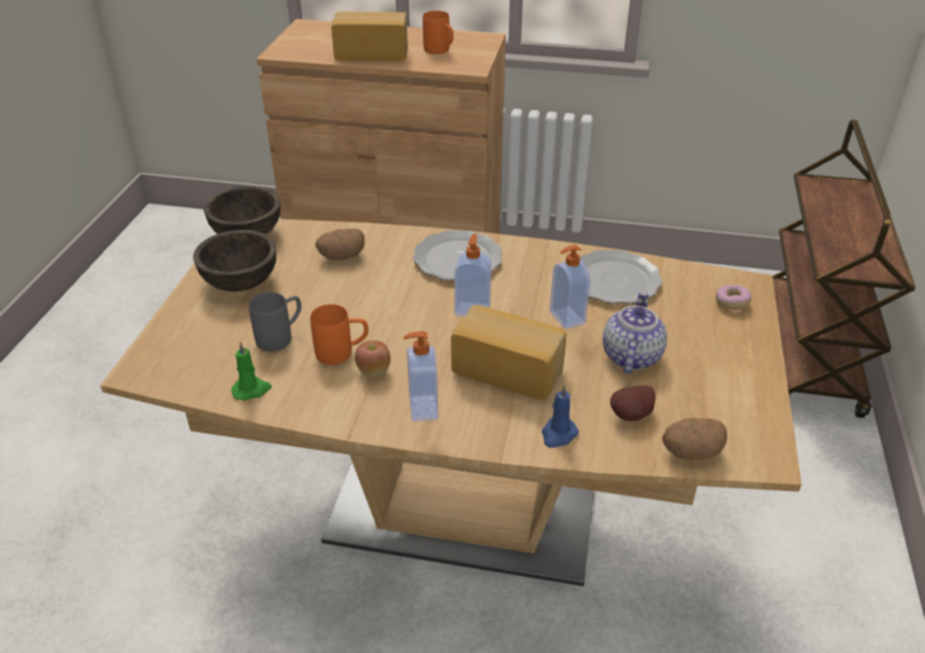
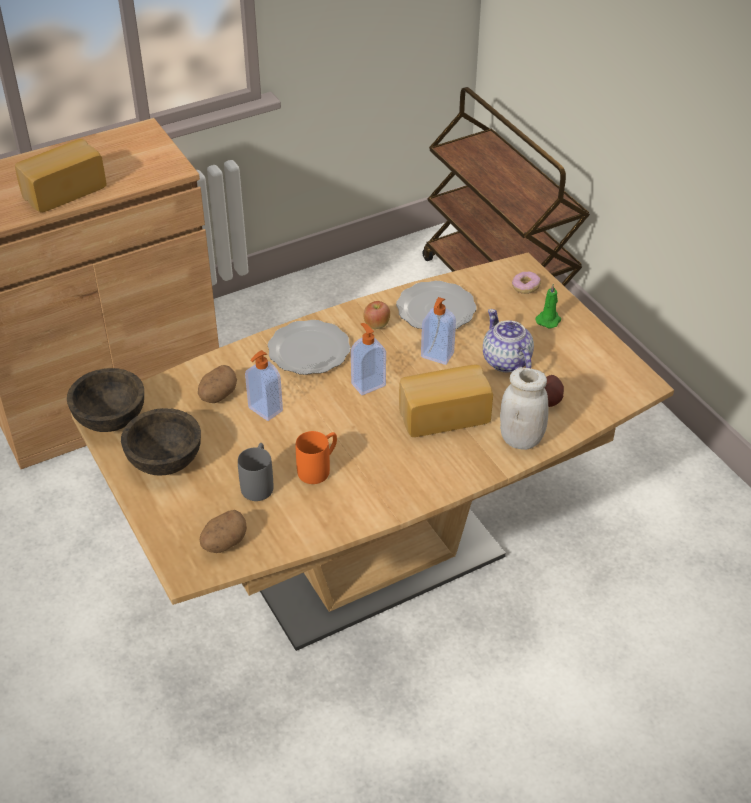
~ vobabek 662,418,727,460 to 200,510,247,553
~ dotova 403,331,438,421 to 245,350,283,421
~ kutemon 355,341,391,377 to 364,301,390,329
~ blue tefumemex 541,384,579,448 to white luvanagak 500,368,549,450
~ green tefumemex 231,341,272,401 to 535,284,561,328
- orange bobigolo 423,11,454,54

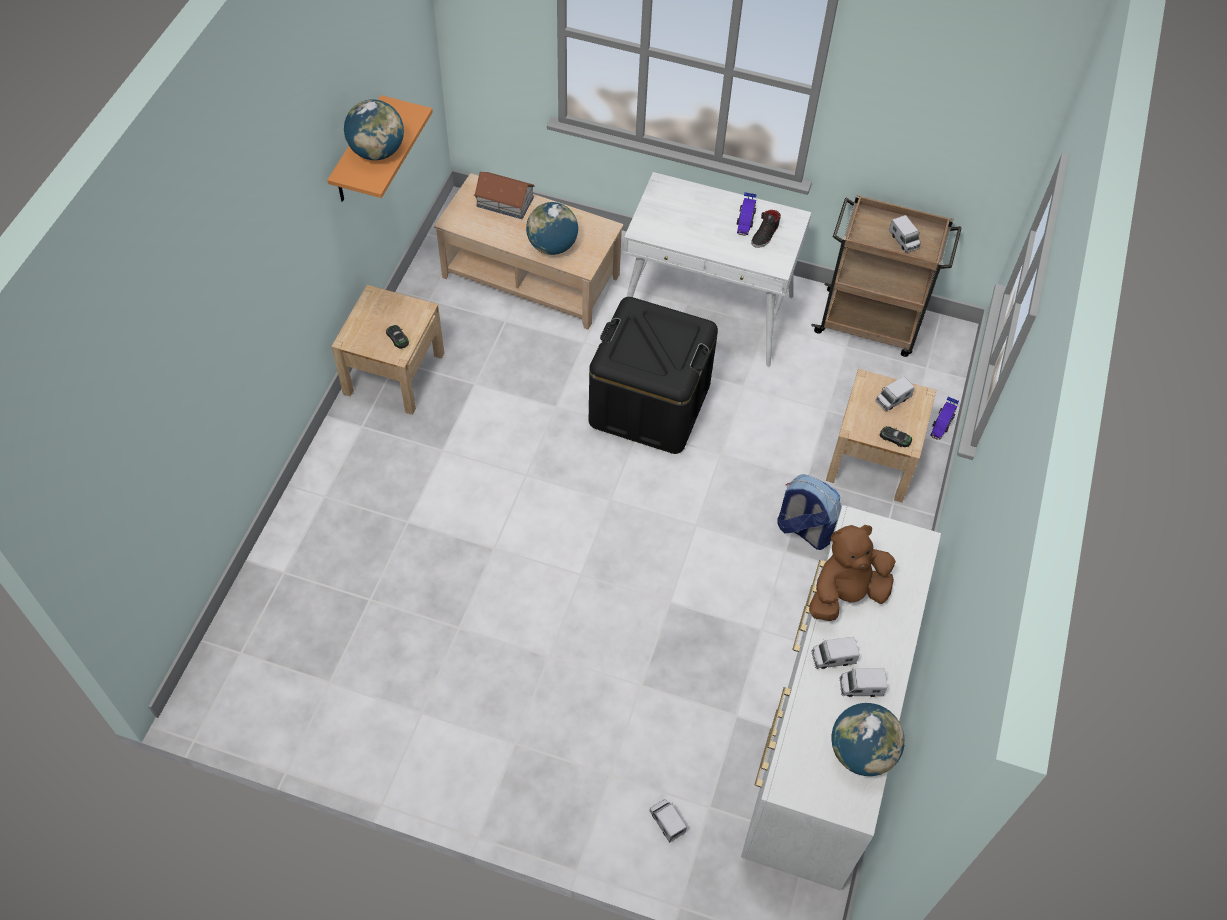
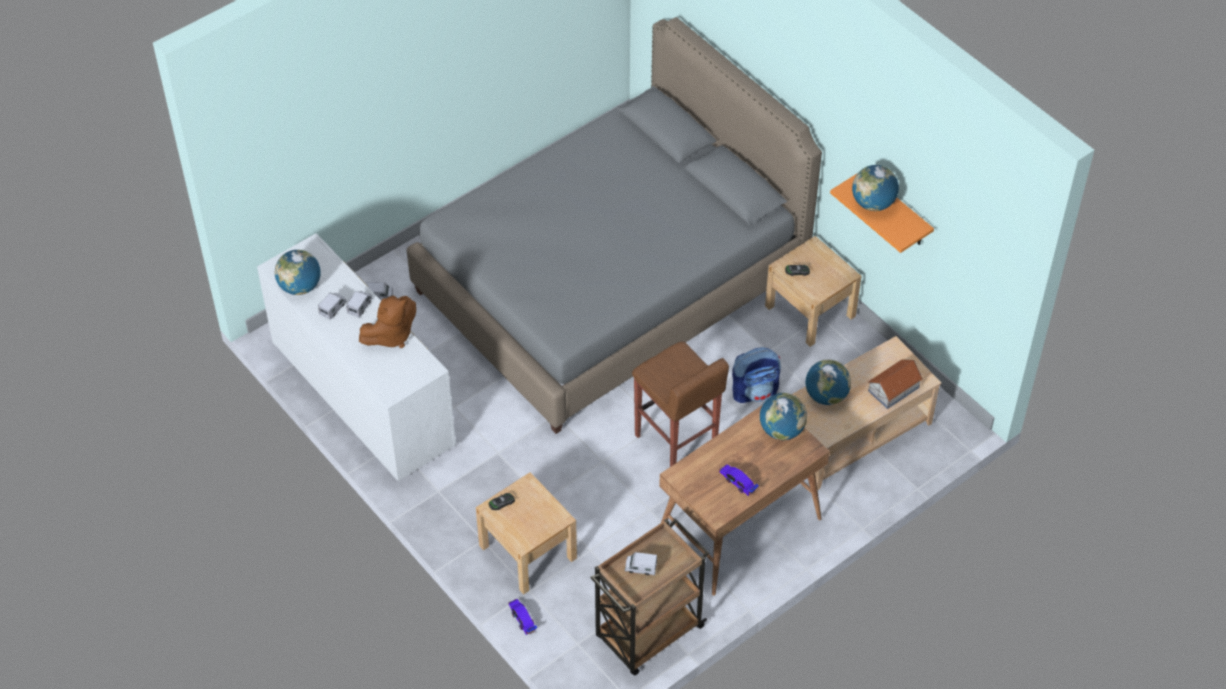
~ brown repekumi 809,525,896,621 = 359,296,416,348 45 degrees clockwise
+ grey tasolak 407,17,822,434
~ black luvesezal 589,297,718,454 to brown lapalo 632,341,729,467
~ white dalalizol 623,172,812,367 to brown dalalizol 659,406,830,596
~ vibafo 777,474,841,550 to 732,347,781,403
+ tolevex 760,393,807,440
- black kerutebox 751,210,781,248
- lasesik 876,376,915,411

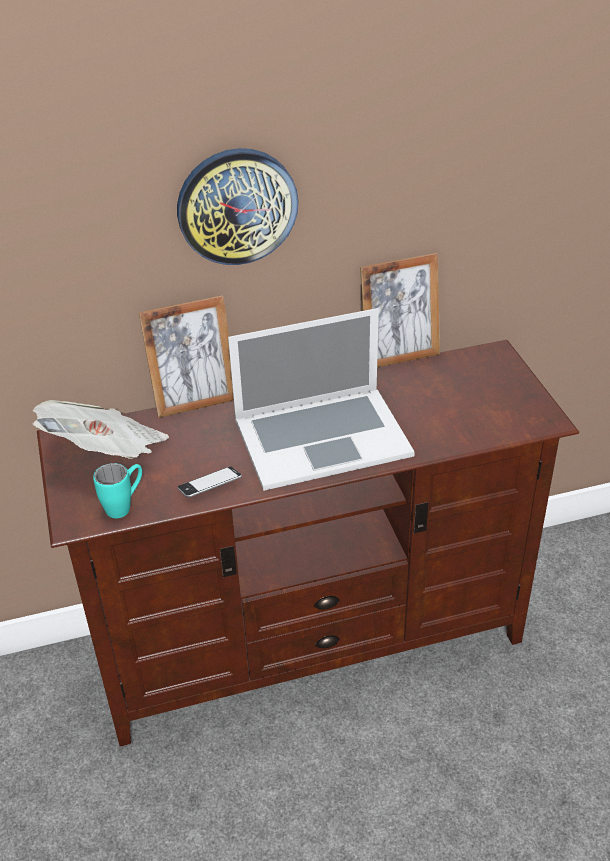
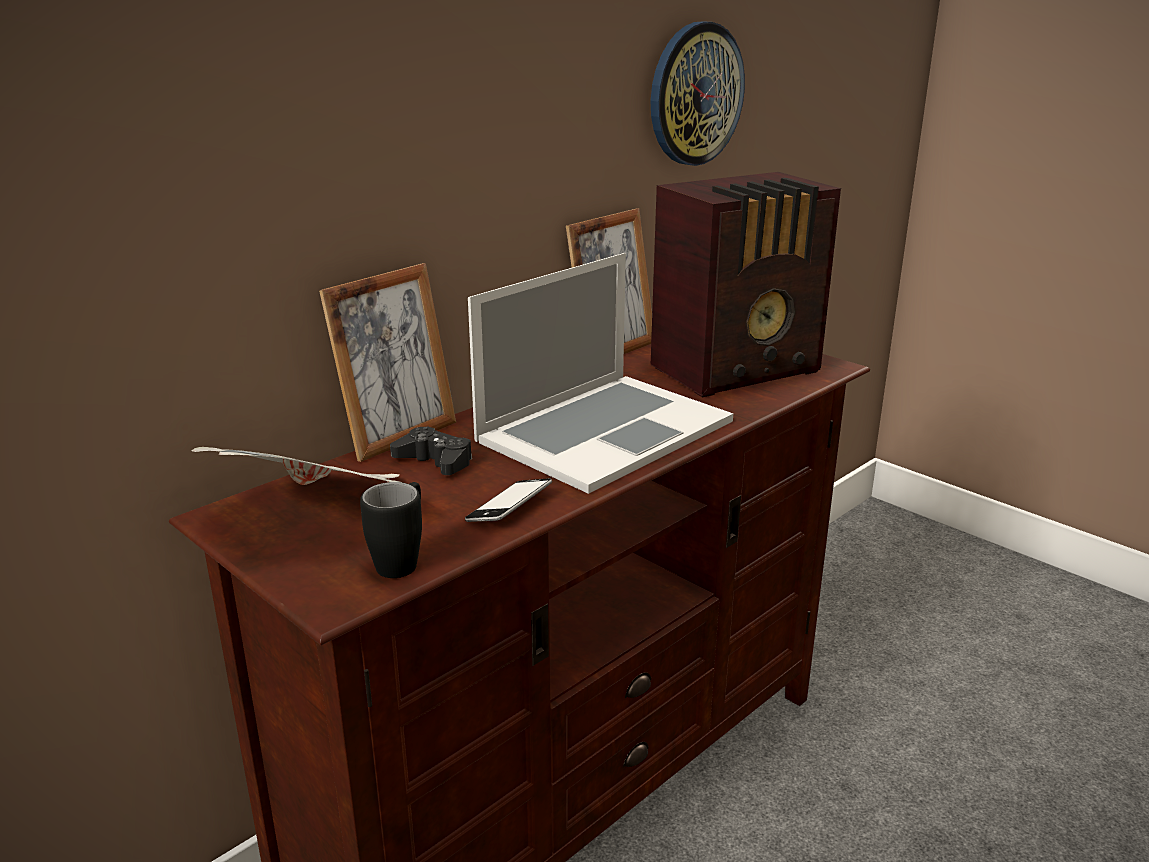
~ turquoise bobigolo 93,463,142,518 to black bobigolo 360,482,422,578
+ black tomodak 390,426,472,475
~ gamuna 177,148,298,265 to 651,21,745,166
+ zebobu 651,172,841,398

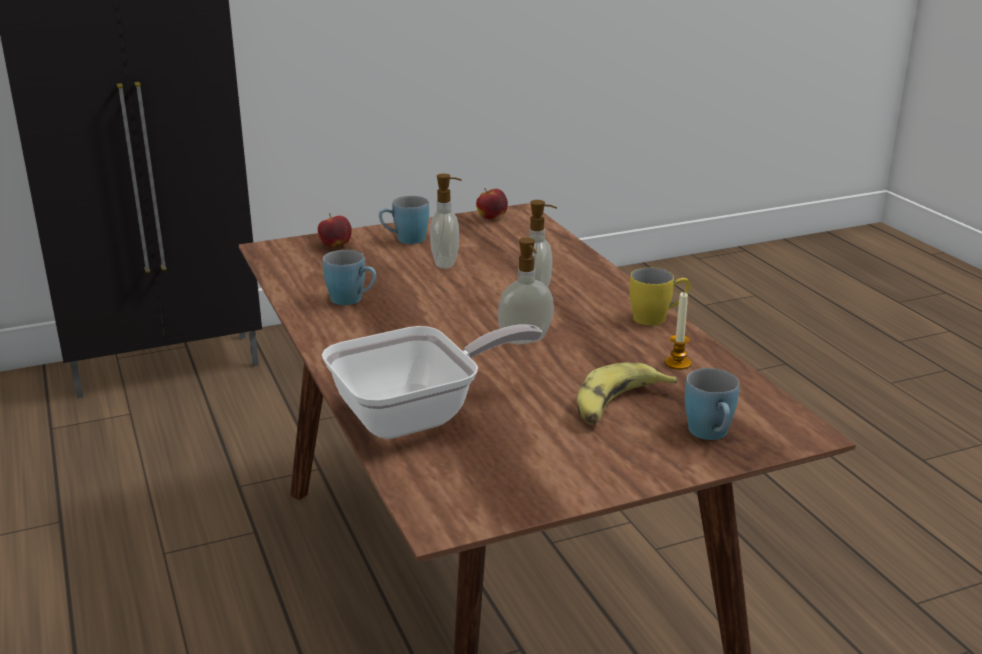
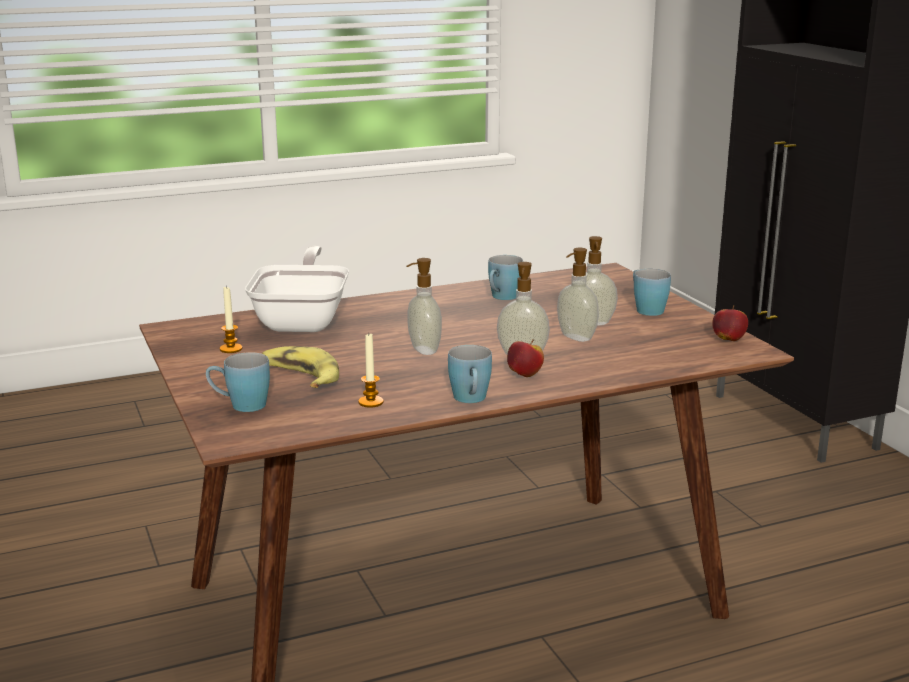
+ tefumemex 220,286,242,353
~ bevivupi 322,324,543,439 = 245,246,349,332 150 degrees counterclockwise
~ yellow bobigolo 630,268,690,326 to blue bobigolo 448,345,492,403
~ kutemon 318,213,352,247 to 507,339,544,377
+ dotova 557,248,599,342

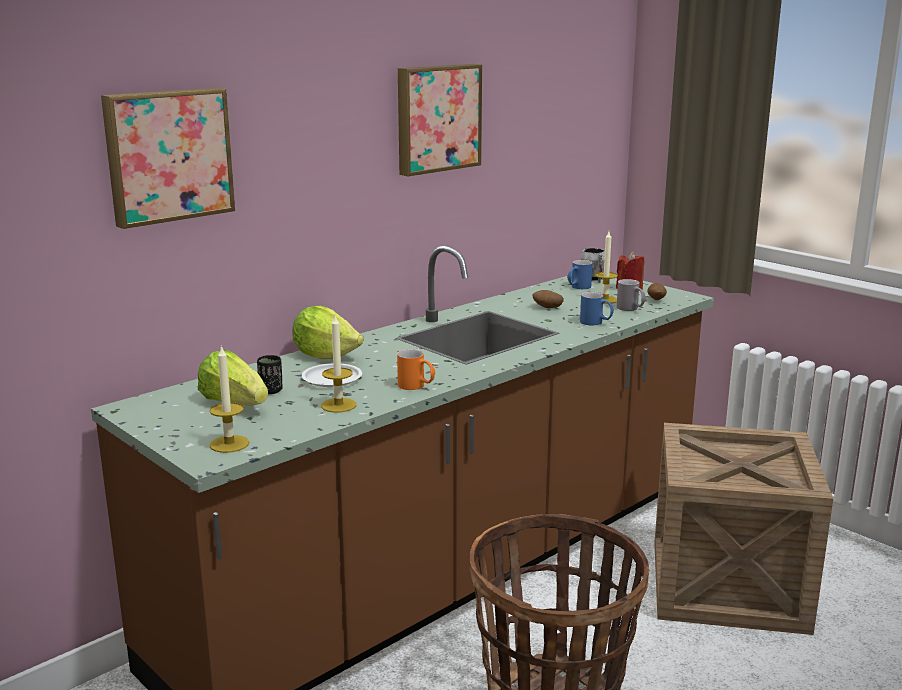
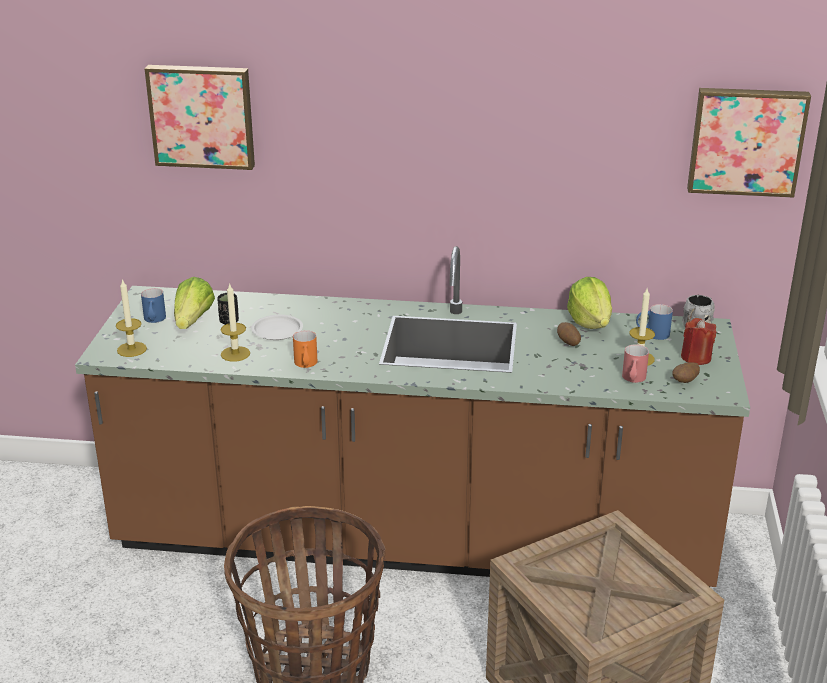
~ blue bobigolo 580,292,614,325 to 141,288,166,323
~ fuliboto 292,306,363,359 to 567,277,612,329
~ grey bobigolo 617,279,646,311 to red bobigolo 622,345,649,383
~ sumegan 398,64,482,176 to 687,88,811,198

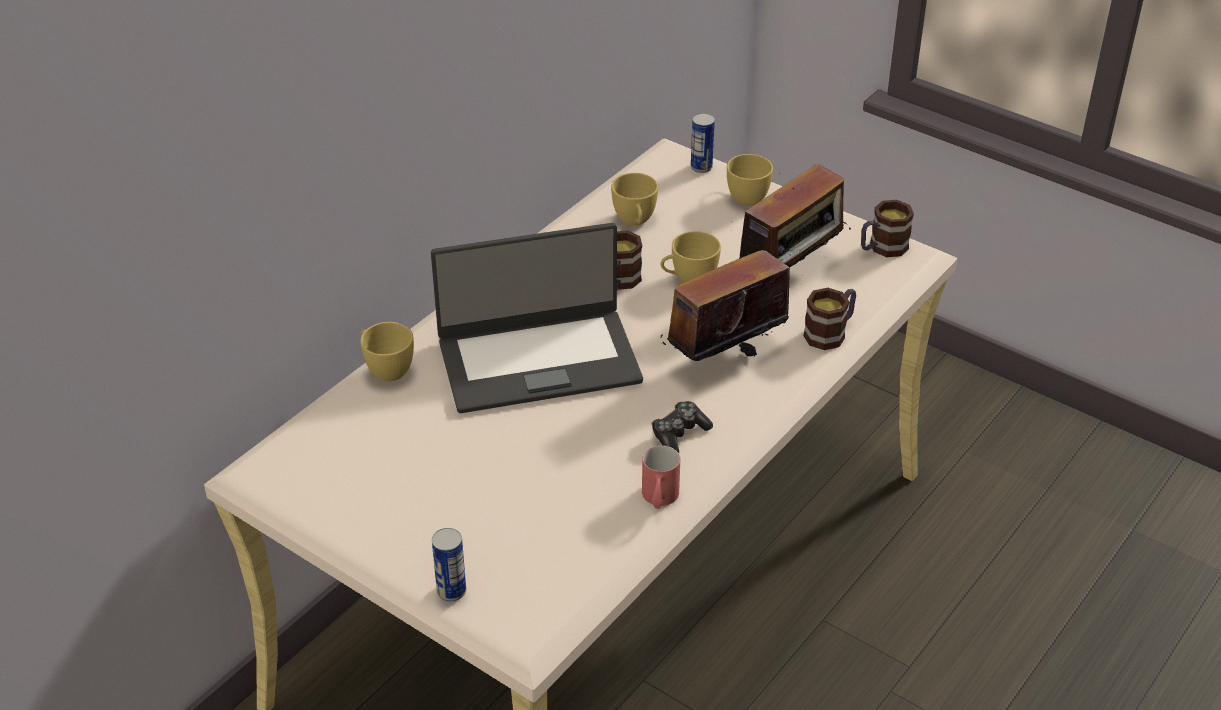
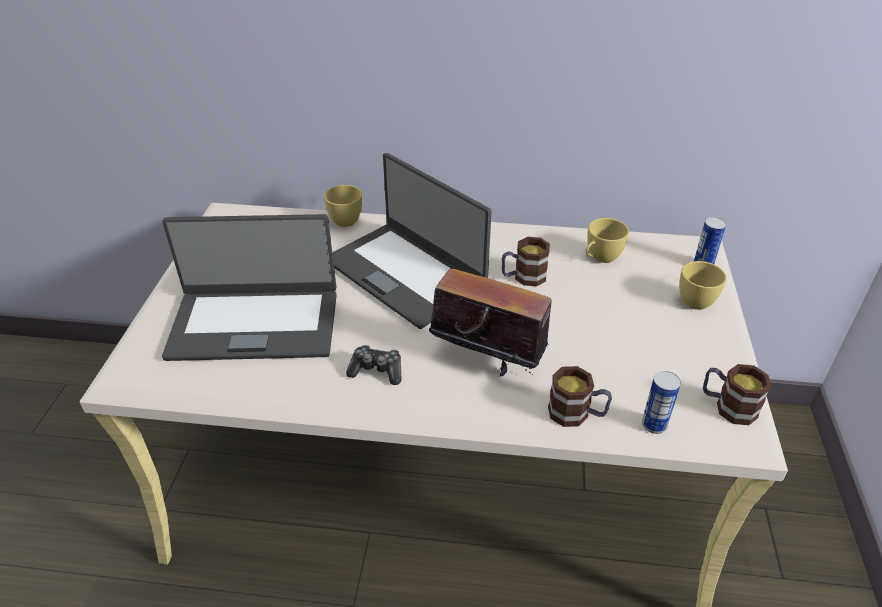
+ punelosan 162,214,337,361
~ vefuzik 432,528,466,602 to 642,371,681,434
- red bobigolo 642,445,680,509
- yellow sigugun 661,231,721,282
- zebobu 731,164,851,276

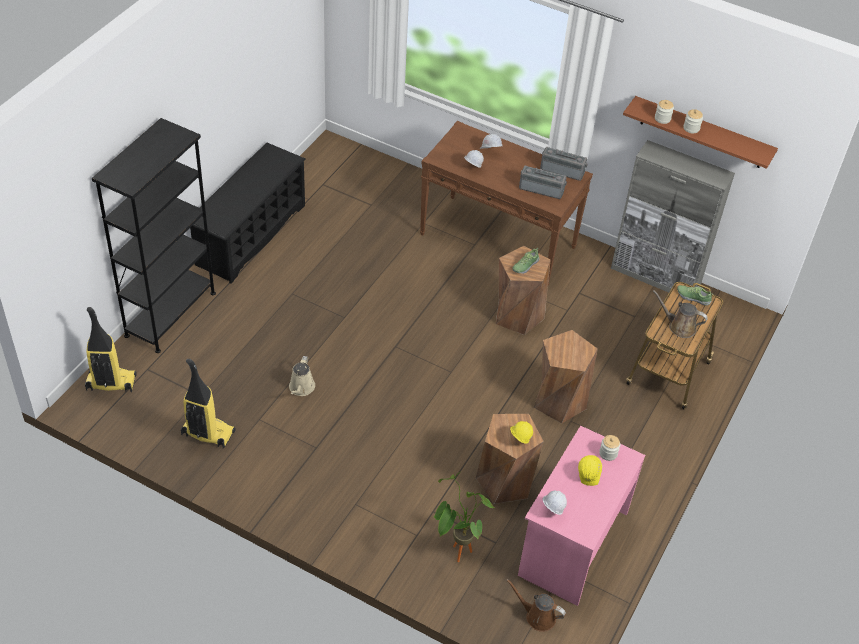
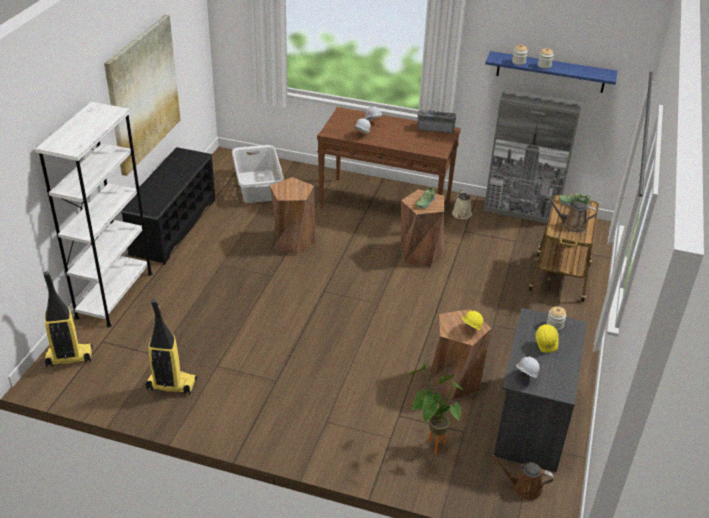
~ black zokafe 92,118,216,353 to white zokafe 35,102,152,328
+ sumegan 104,15,181,176
+ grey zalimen 232,145,284,203
~ brown lapalo 534,330,598,424 to 270,177,315,255
~ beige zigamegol 289,356,315,396 to 452,190,472,219
~ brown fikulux 623,96,778,169 to blue fikulux 485,51,618,93
~ pink dalalizol 518,426,645,606 to grey dalalizol 494,308,587,472
- zebobu 519,166,567,199

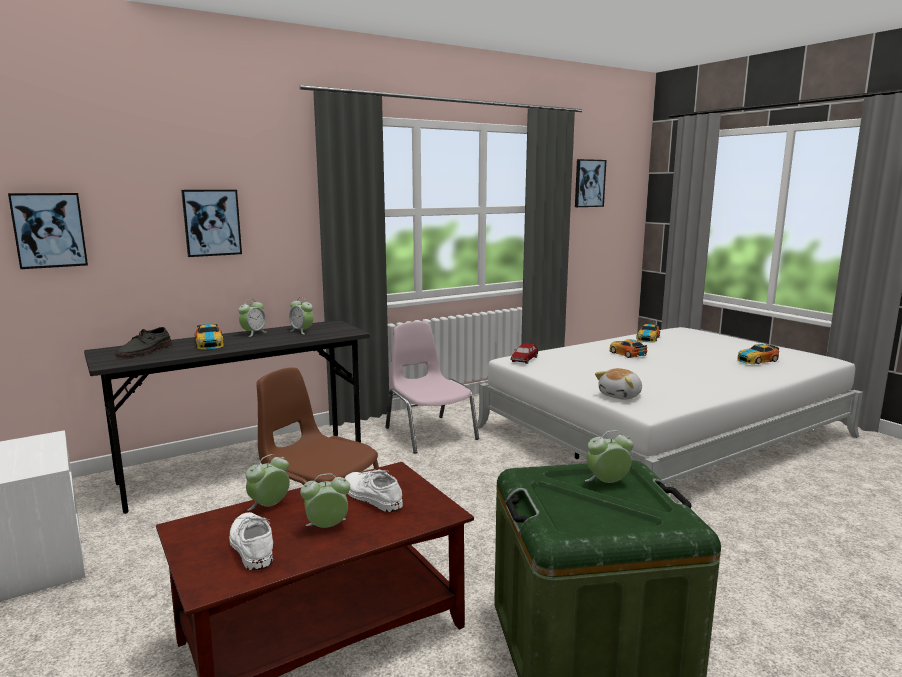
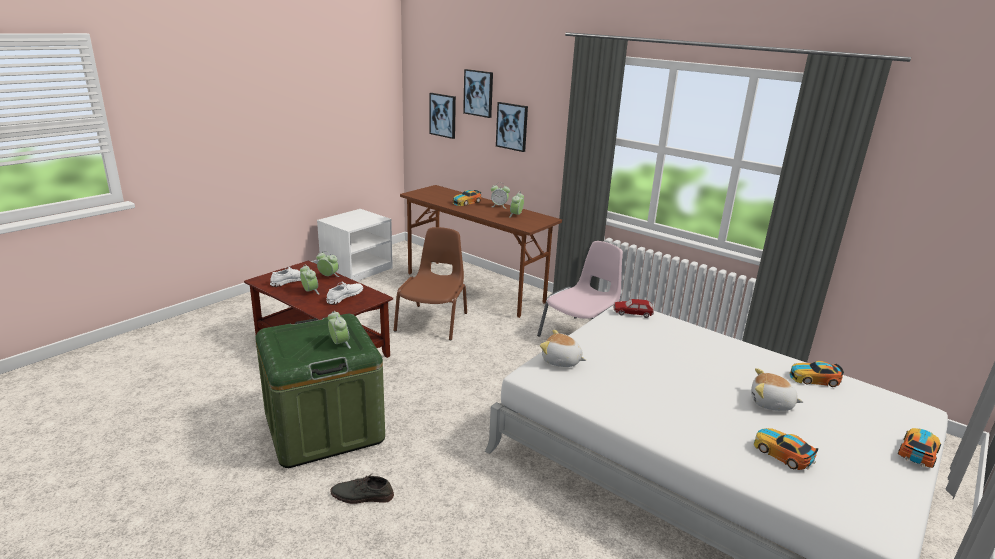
~ grey kerutebox 115,327,172,357 to 331,475,394,504
~ grey dalalizol 84,320,370,514 to brown dalalizol 400,185,562,318
~ sumegan 575,159,607,207 to 463,69,493,118
+ repekumi 751,368,803,411
~ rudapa 610,339,647,358 to 898,428,941,468

